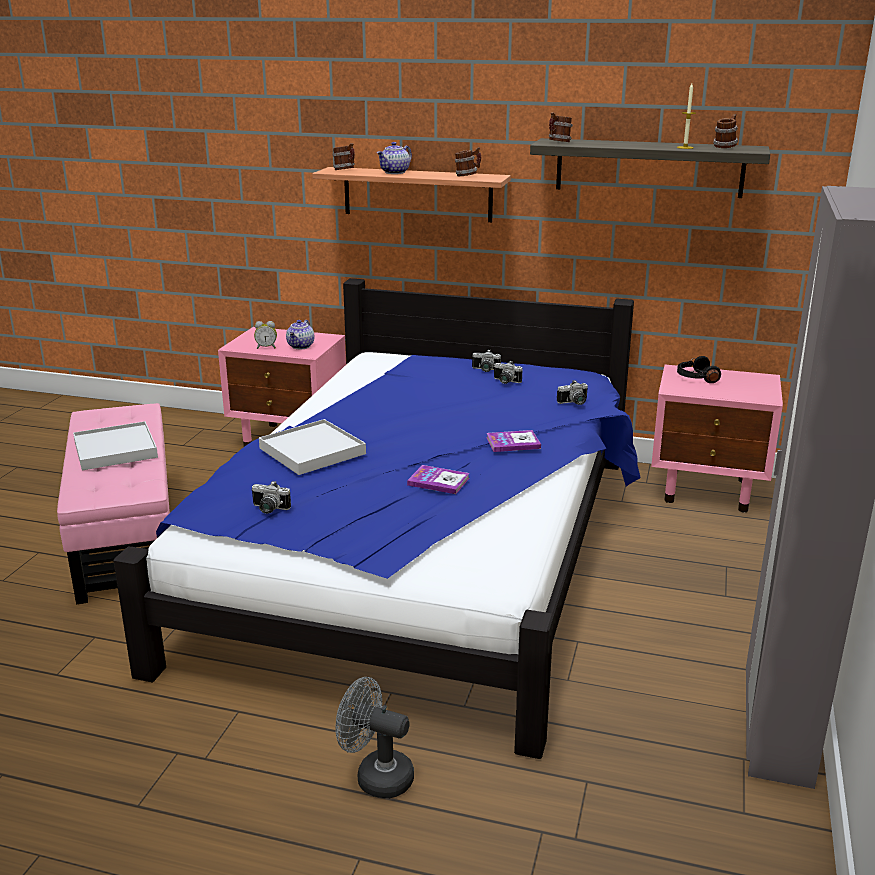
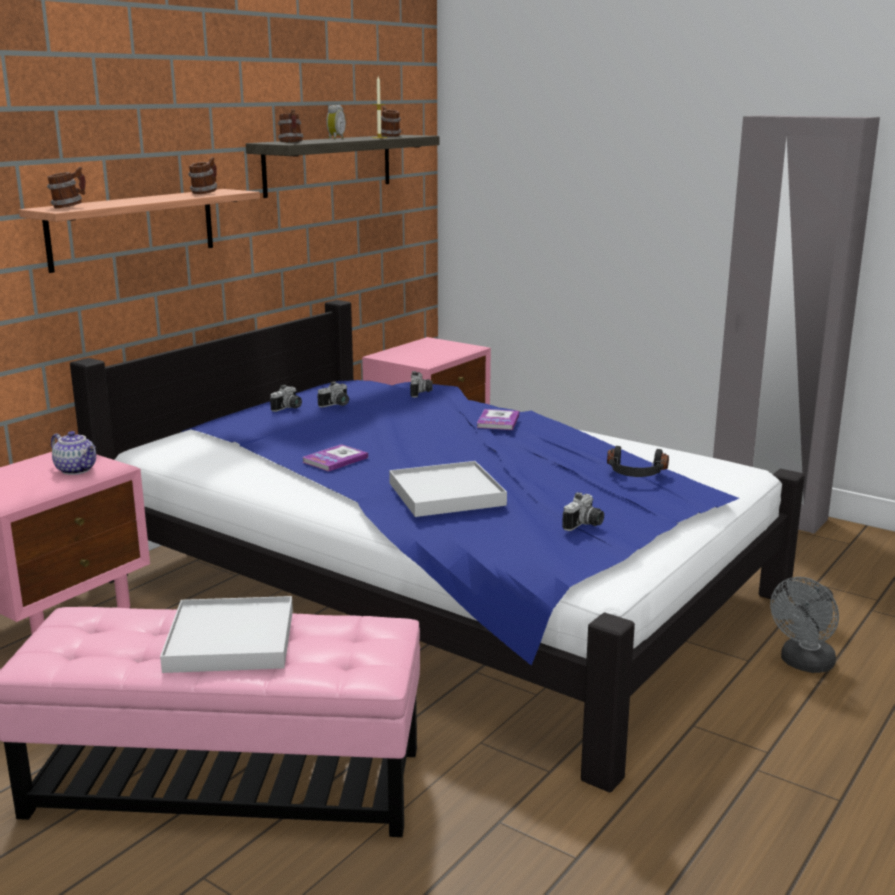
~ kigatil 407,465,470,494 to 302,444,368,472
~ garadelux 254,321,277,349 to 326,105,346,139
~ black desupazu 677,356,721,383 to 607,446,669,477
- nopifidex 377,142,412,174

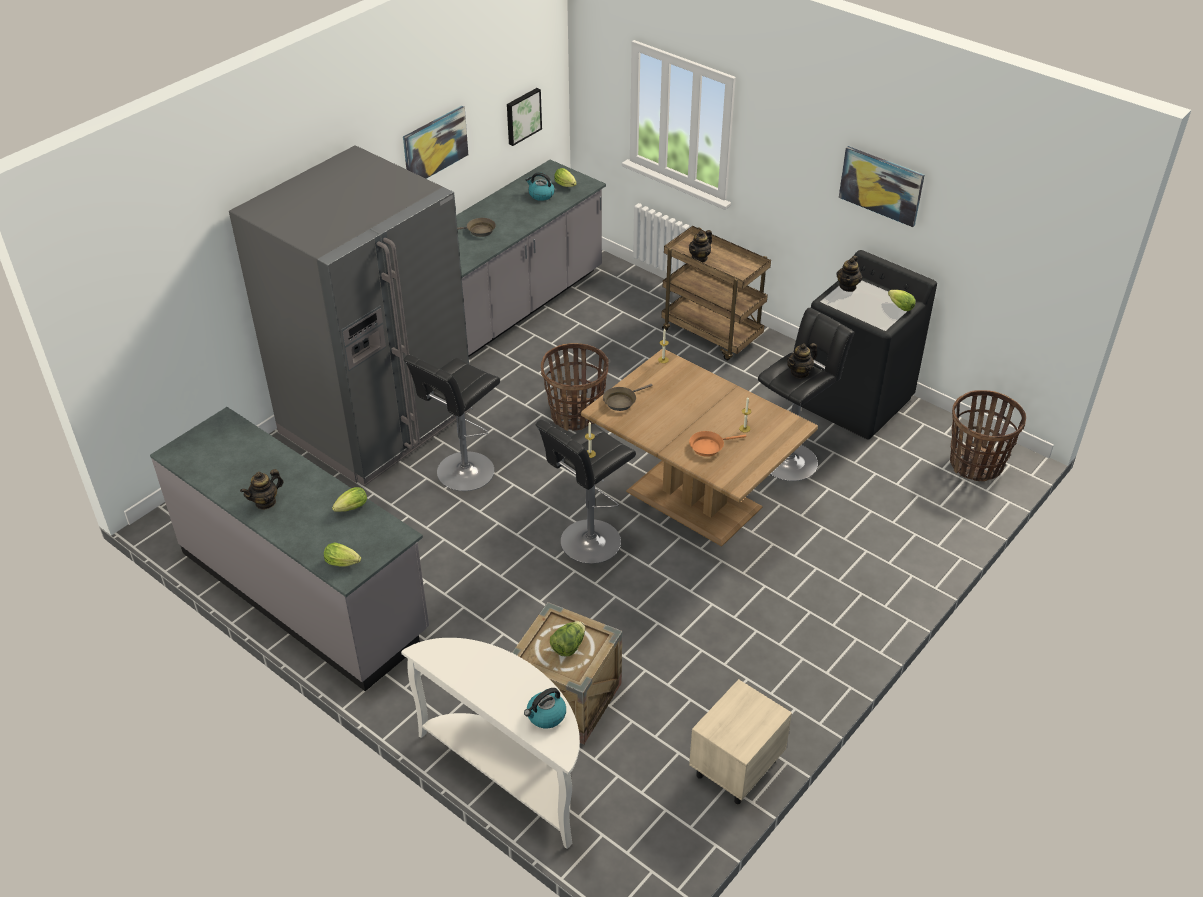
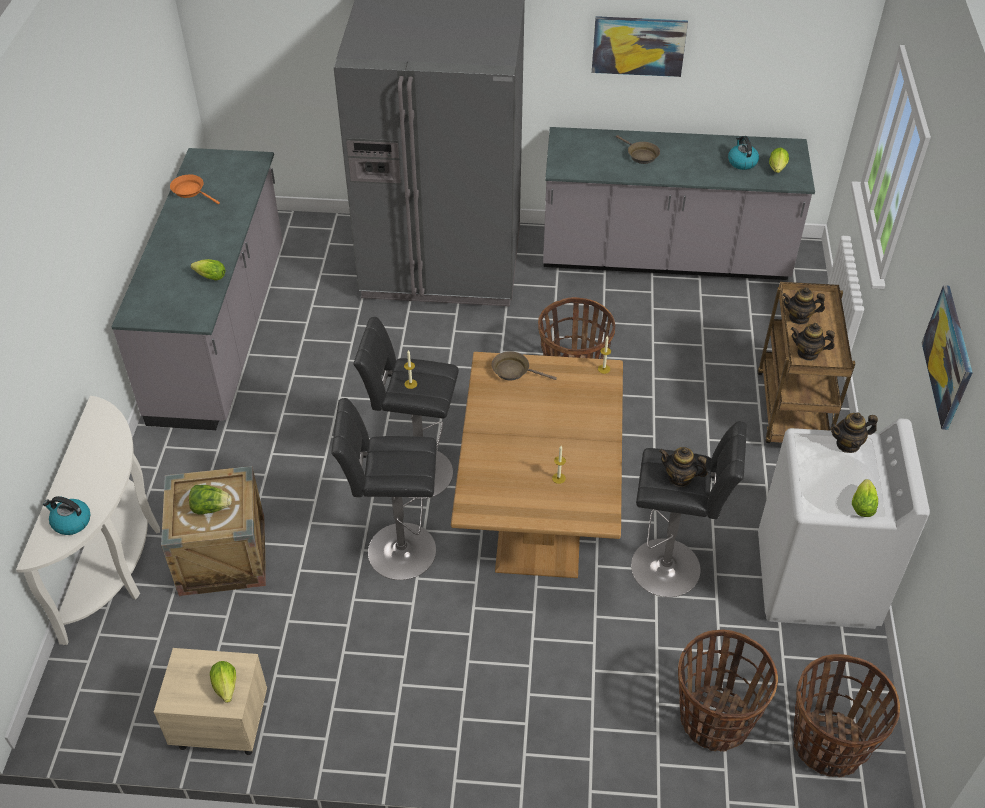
~ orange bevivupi 689,431,746,457 to 170,175,220,204
~ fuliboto 324,542,361,567 to 210,661,236,703
~ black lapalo 404,355,500,491 to 331,398,437,580
+ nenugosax 678,630,778,751
~ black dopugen 801,250,937,440 to white dopugen 758,418,930,629
~ nopifidex 240,469,284,510 to 791,323,835,361
- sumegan 507,88,542,146

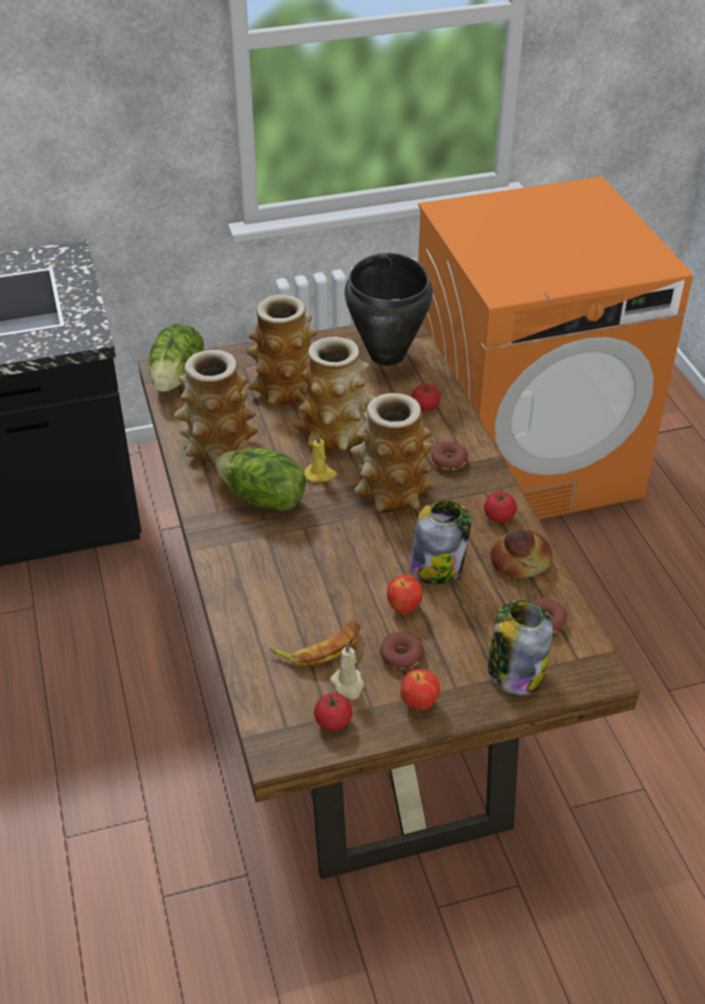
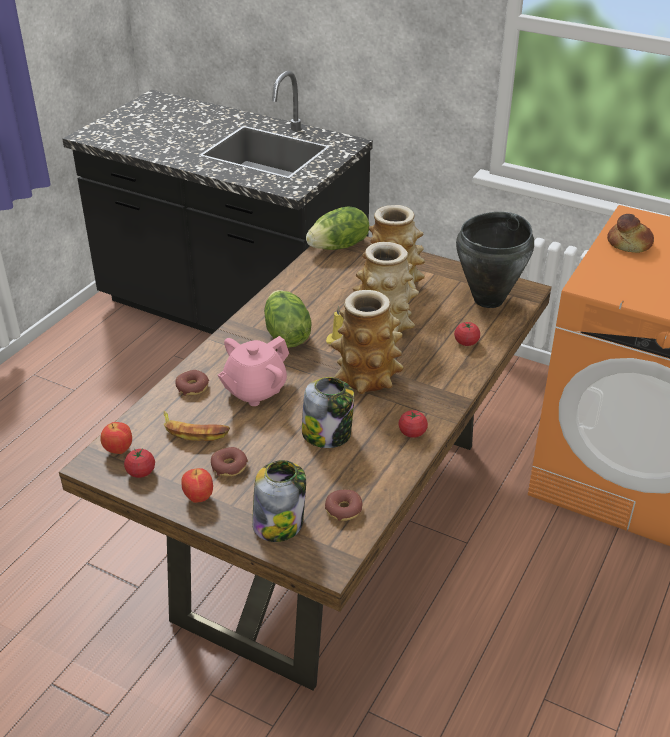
~ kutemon 387,575,423,614 to 100,422,132,454
~ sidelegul 431,441,468,471 to 175,370,209,396
+ pink nopifidex 218,336,289,406
~ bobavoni 490,529,553,578 to 607,214,654,253
- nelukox 174,350,258,465
- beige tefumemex 330,642,364,700

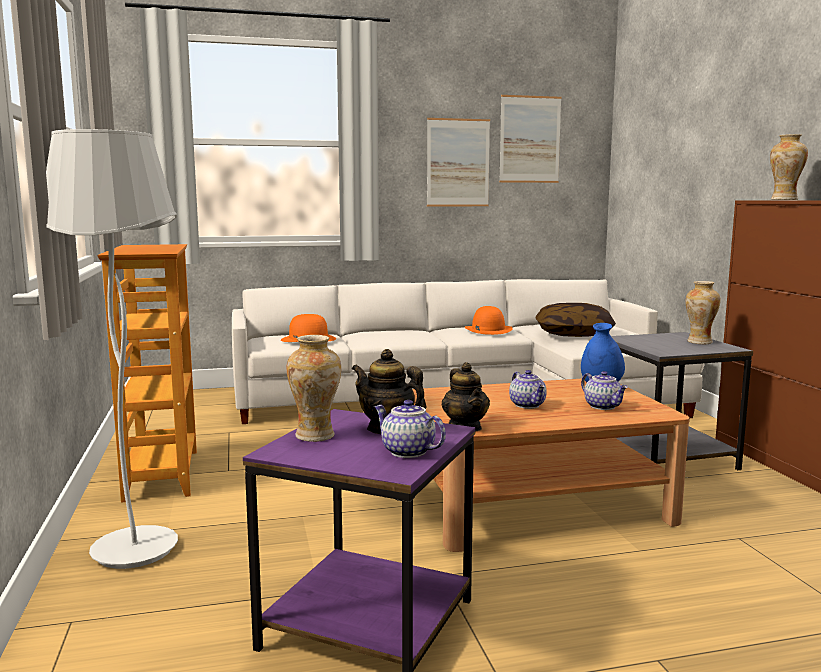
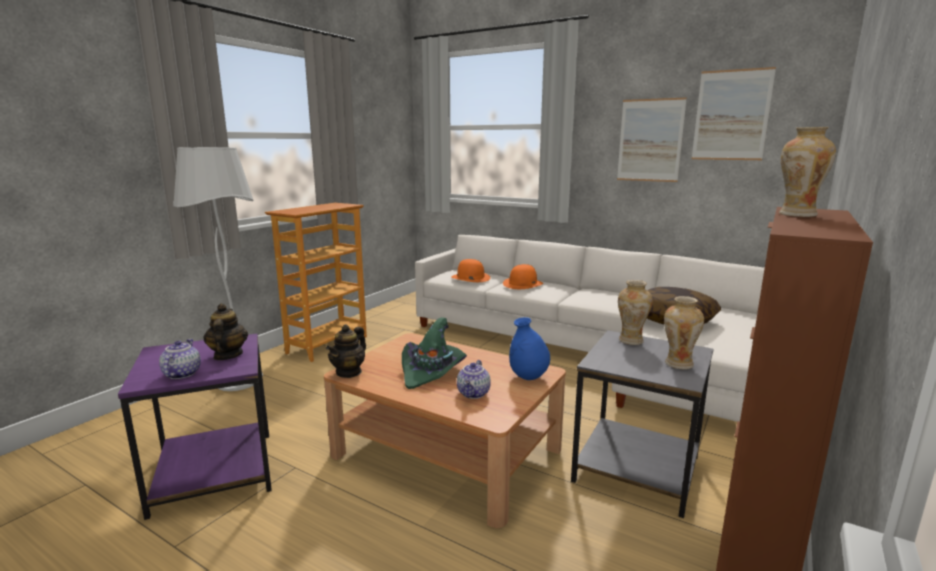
~ nopifidex 509,370,547,409 to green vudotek 402,317,467,389
~ orange vudotek 465,306,513,335 to 503,264,543,289
~ nelukox 287,335,341,442 to 618,280,653,345

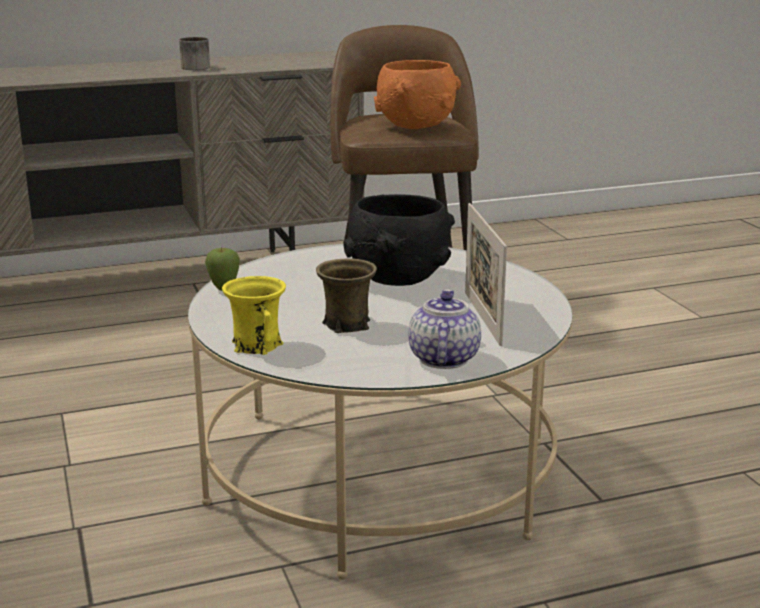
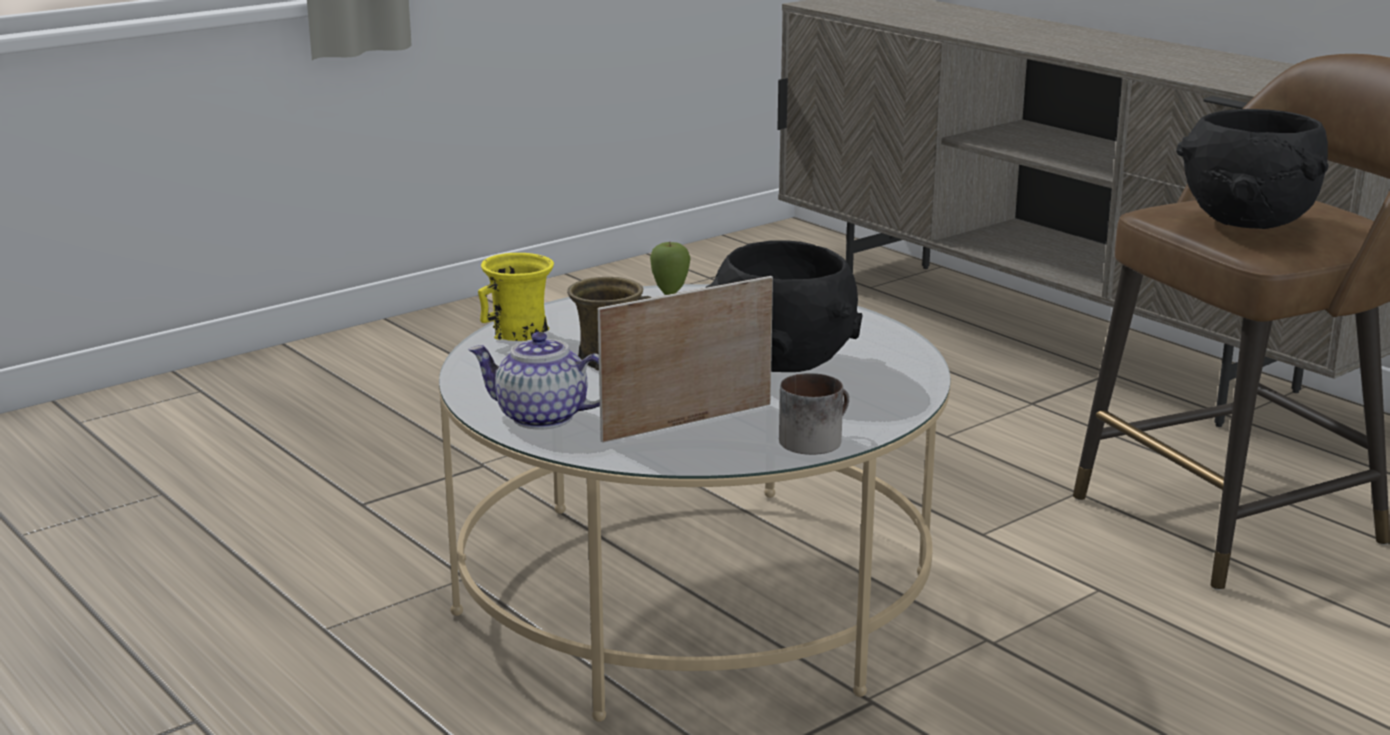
~ nopifidex 408,289,481,369 = 468,332,600,429 150 degrees counterclockwise
~ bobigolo 179,37,210,70 to 779,373,849,455
~ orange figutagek 374,60,461,129 to black figutagek 1176,109,1329,229

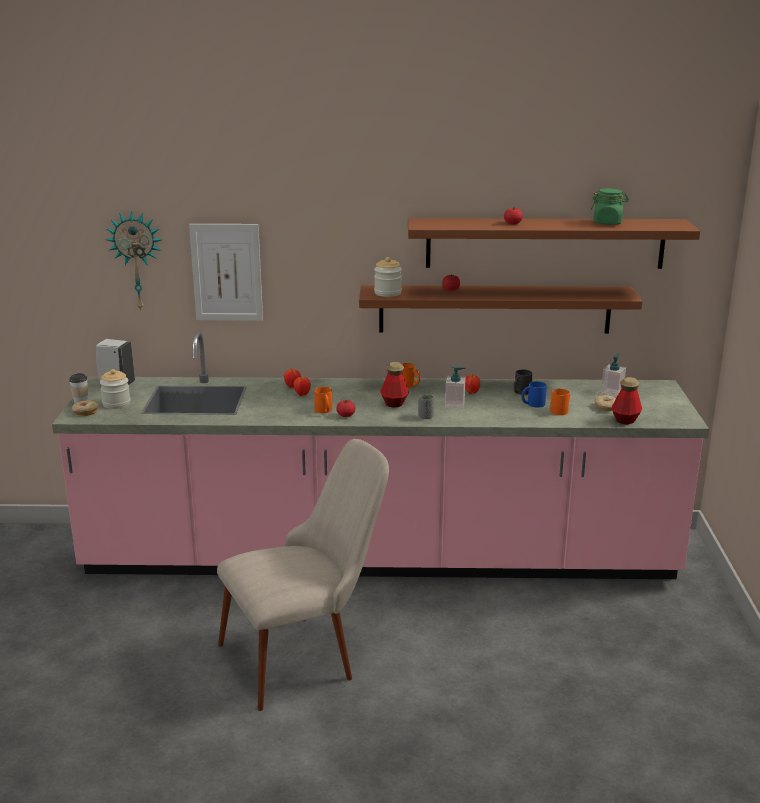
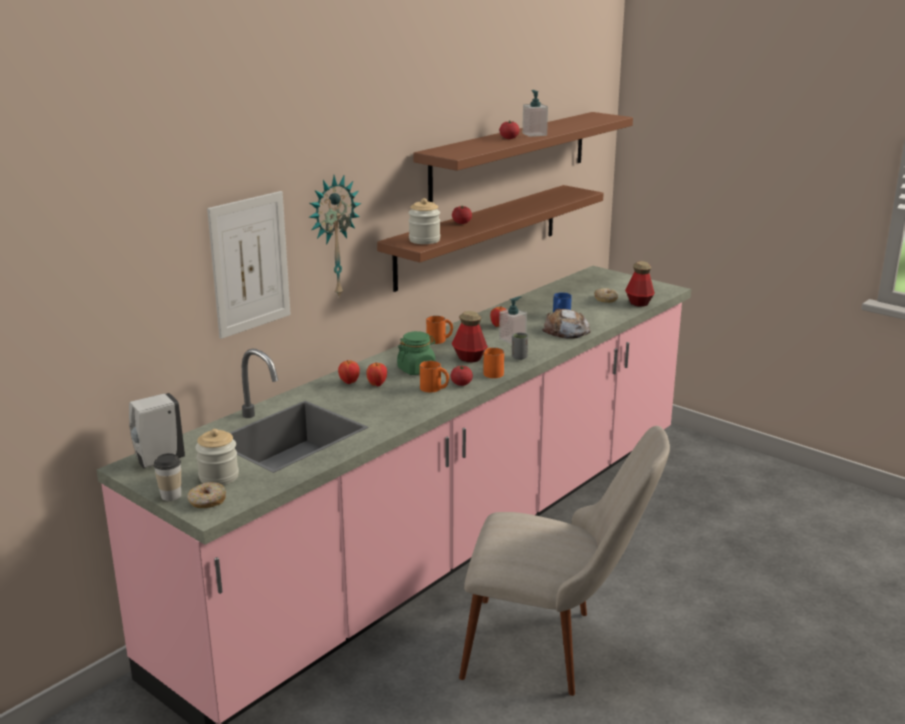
~ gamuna 105,211,162,311 to 309,175,361,299
~ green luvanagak 591,188,629,225 to 397,331,436,375
~ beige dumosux 217,439,389,711 = 459,426,670,696 90 degrees clockwise
~ orange bobigolo 550,389,570,415 to 483,347,504,378
~ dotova 601,353,626,397 to 522,90,548,137
+ bobavoni 542,309,591,339
- black bobigolo 513,369,533,395

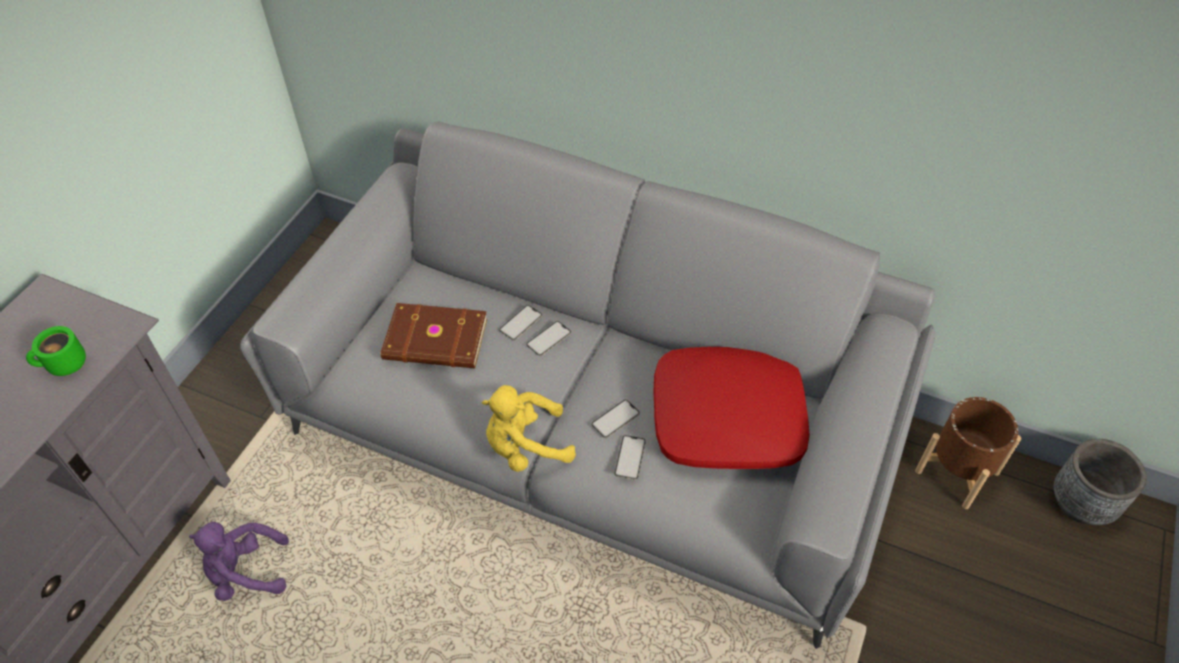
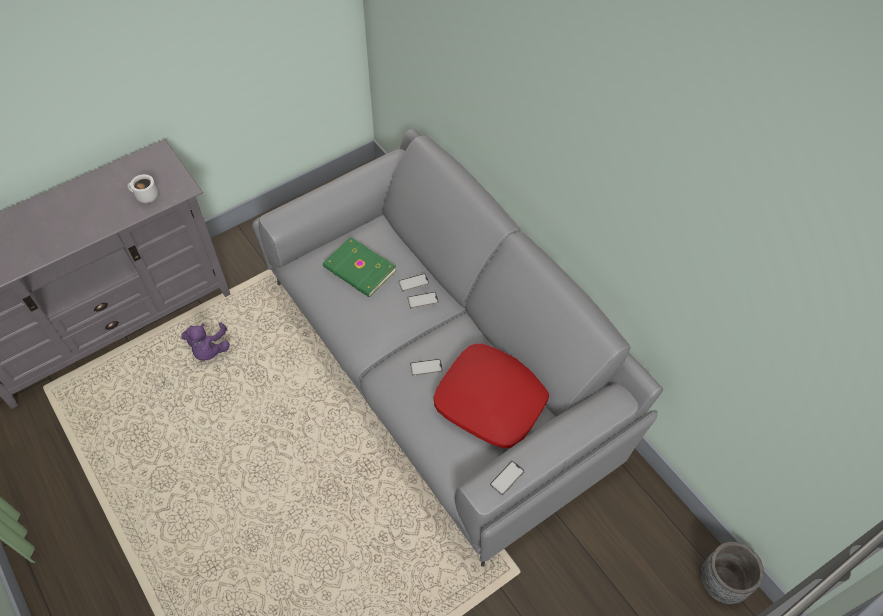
~ green bobigolo 26,326,86,376 to white bobigolo 127,174,158,203
~ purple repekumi 189,522,289,601 = 181,322,230,361 120 degrees counterclockwise
~ brown kigatil 381,303,487,368 to green kigatil 323,237,396,297
~ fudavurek 614,435,646,480 to 490,461,525,495
- yellow repekumi 482,385,576,472
- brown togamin 915,397,1022,509

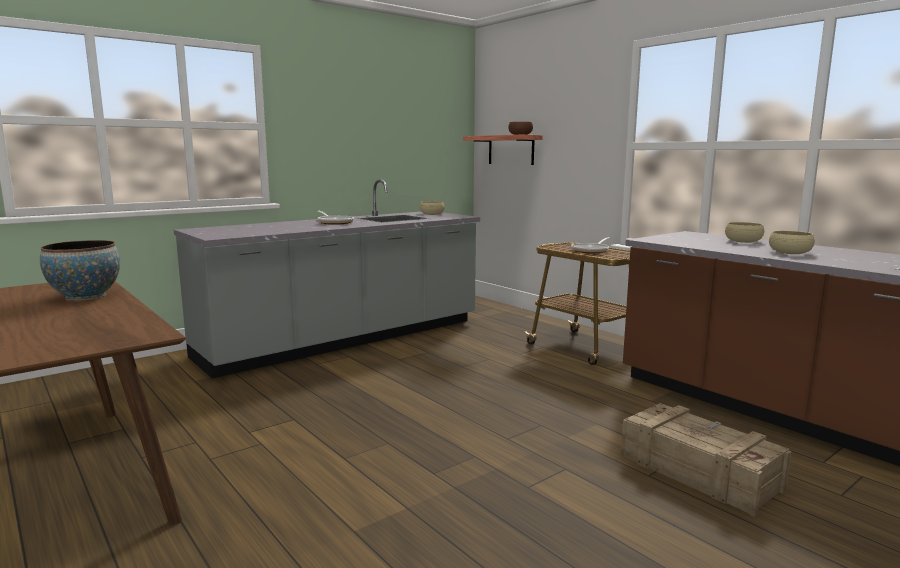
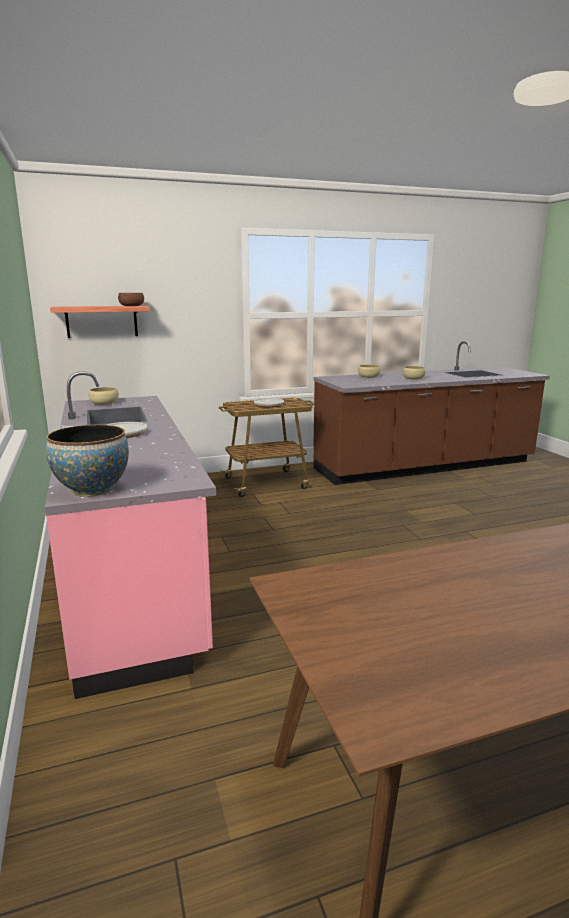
~ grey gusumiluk 174,179,480,378 to pink gusumiluk 45,371,216,699
~ figutagek 40,240,120,301 to 46,425,129,497
- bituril 621,403,791,516

